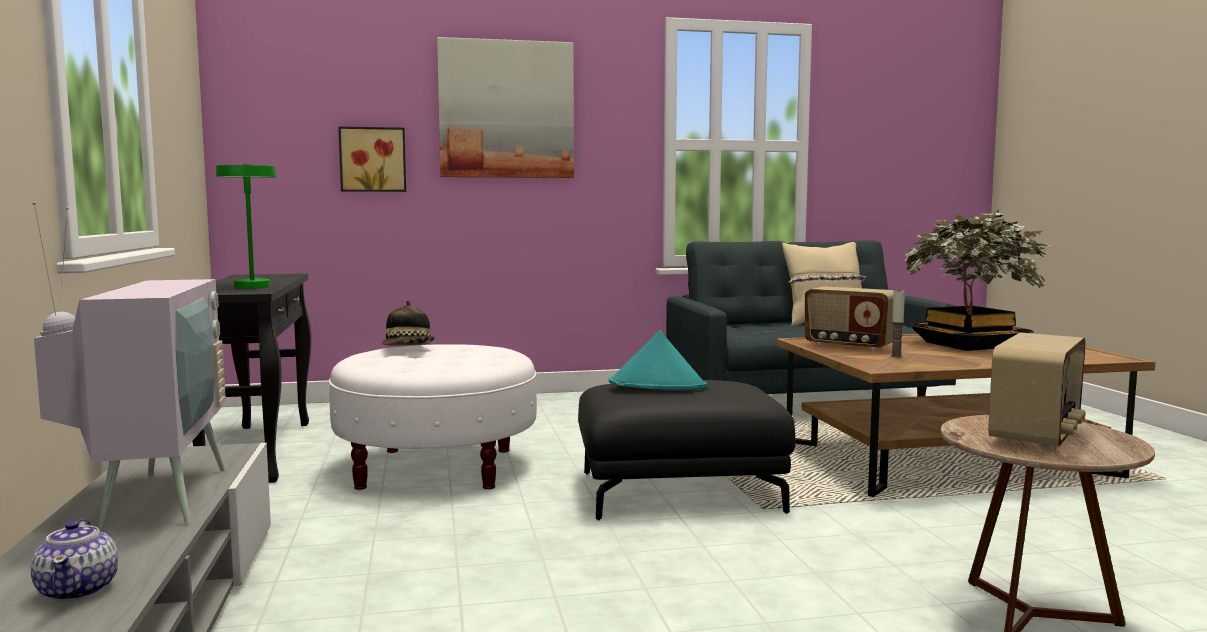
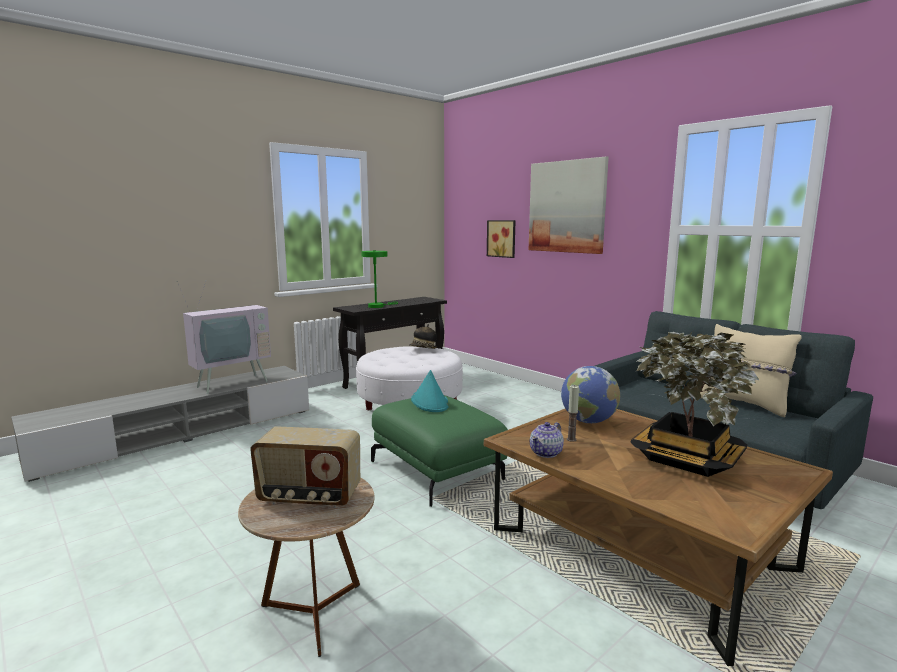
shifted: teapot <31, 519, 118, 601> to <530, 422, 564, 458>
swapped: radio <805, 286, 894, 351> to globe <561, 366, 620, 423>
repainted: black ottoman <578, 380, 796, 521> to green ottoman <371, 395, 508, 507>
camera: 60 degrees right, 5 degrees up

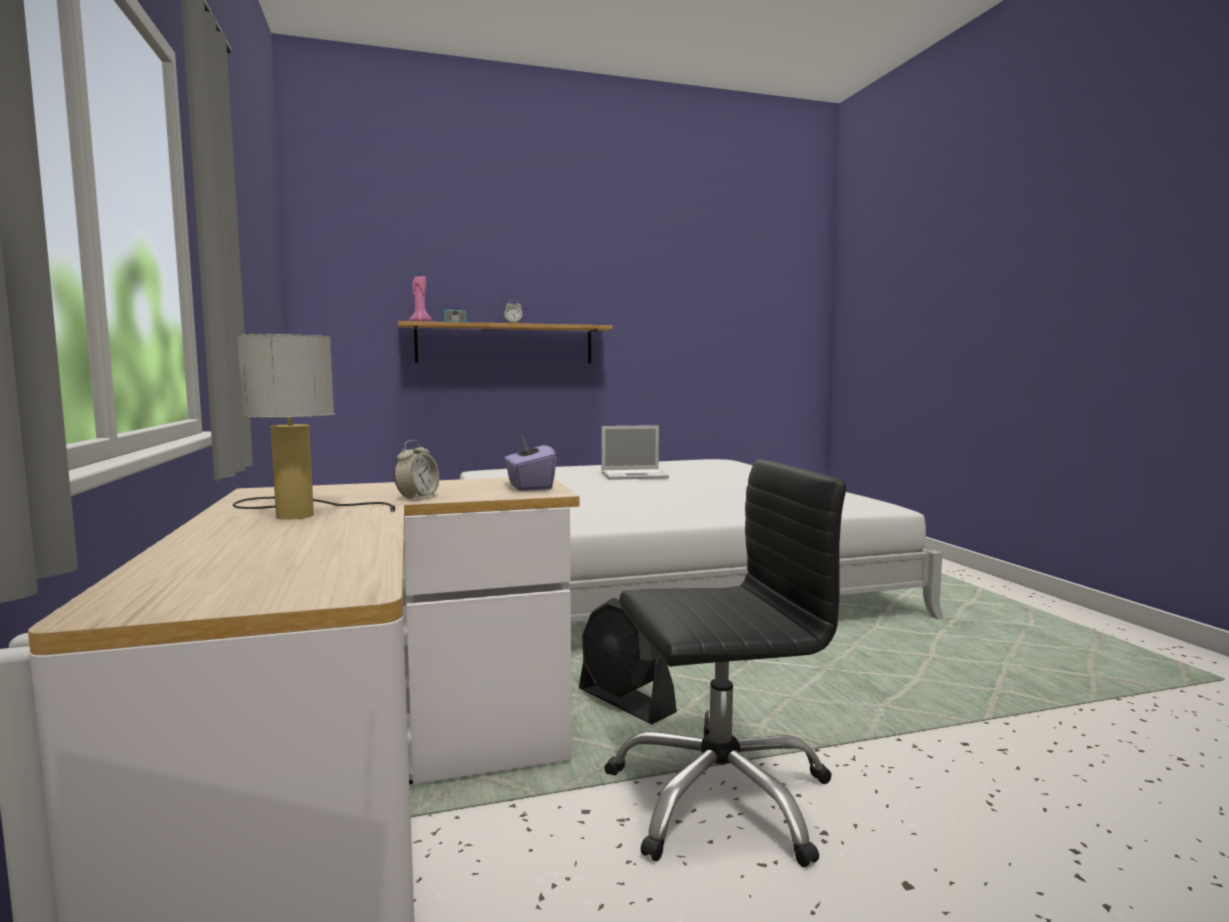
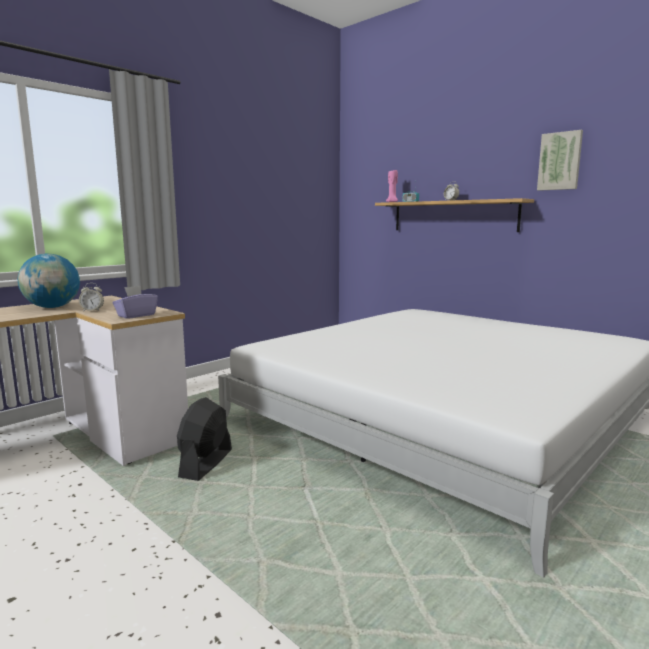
gone: laptop <601, 425, 669, 480>; black office chair <604, 459, 846, 867>
new: picture <537, 130, 583, 191>
swapped: table lamp <233, 334, 395, 520> to globe <18, 254, 80, 308>
camera: 60 degrees right, 5 degrees up

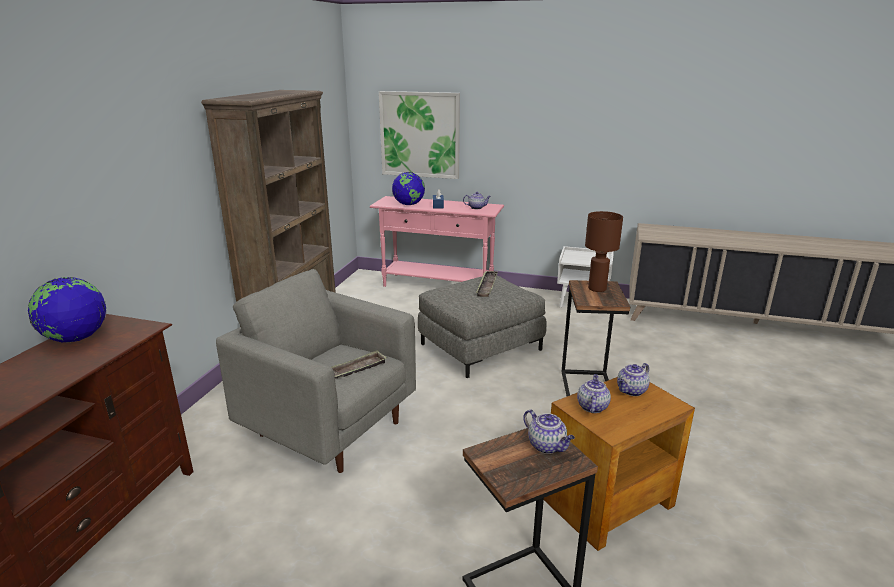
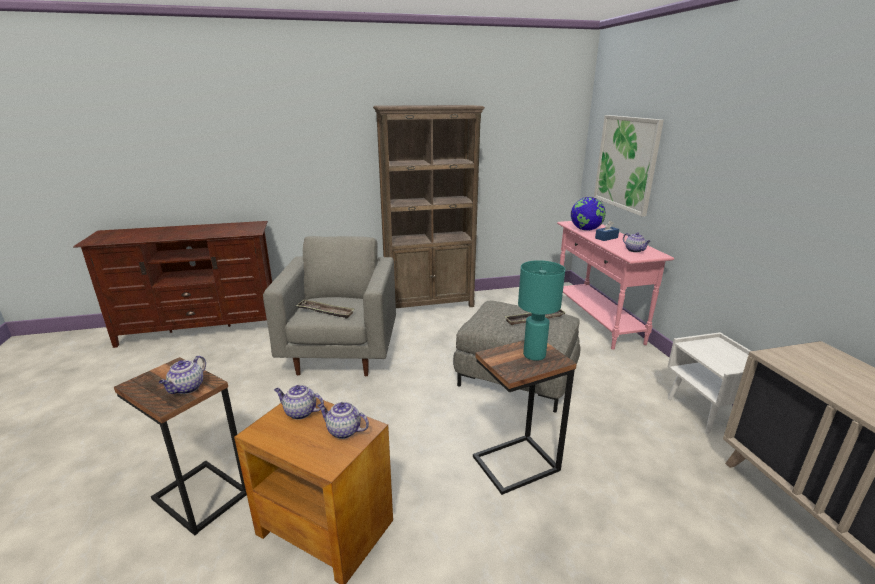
gone: globe <28, 277, 106, 342>
repainted: brown table lamp <585, 211, 623, 292> to turquoise table lamp <518, 260, 565, 361>
rotated: teapot <577, 374, 611, 413> = <274, 385, 324, 420> 150 degrees counterclockwise
camera: 60 degrees right, 0 degrees up

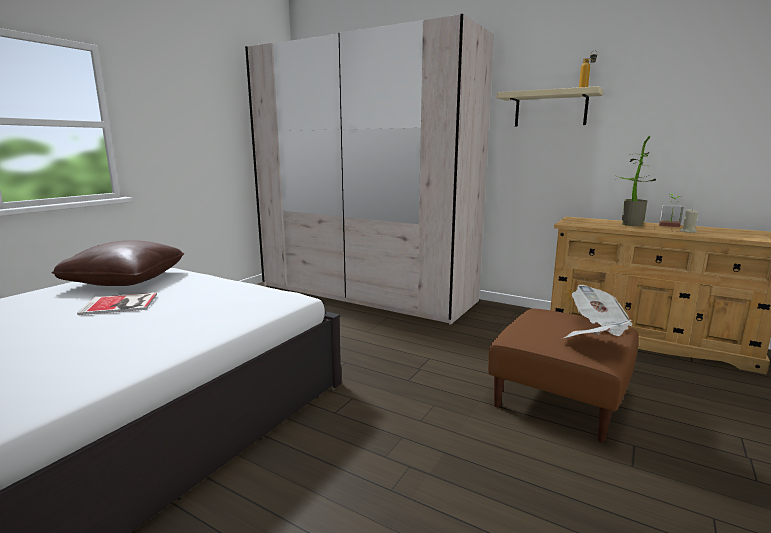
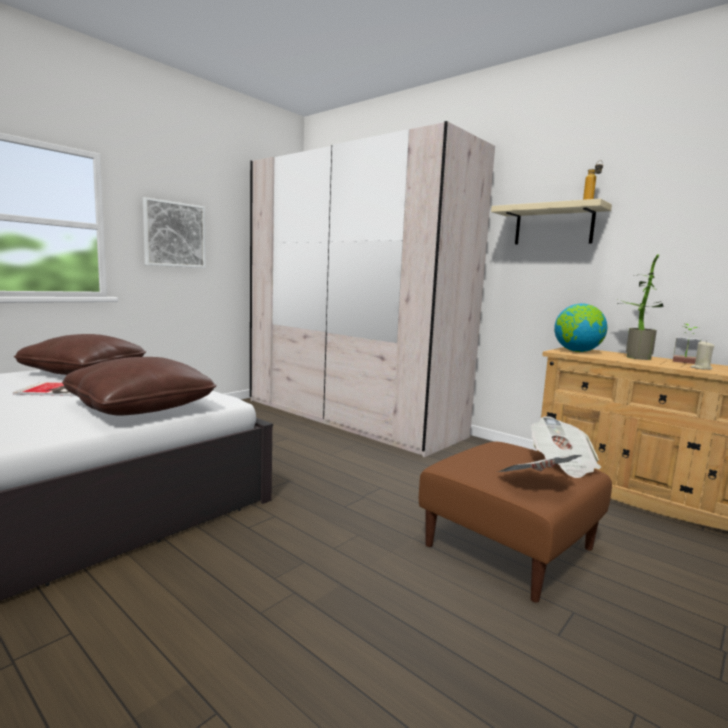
new: brown pillow <62, 357, 217, 415>; picture <143, 197, 206, 268>; globe <554, 304, 607, 352>
camera: 10 degrees right, 5 degrees down

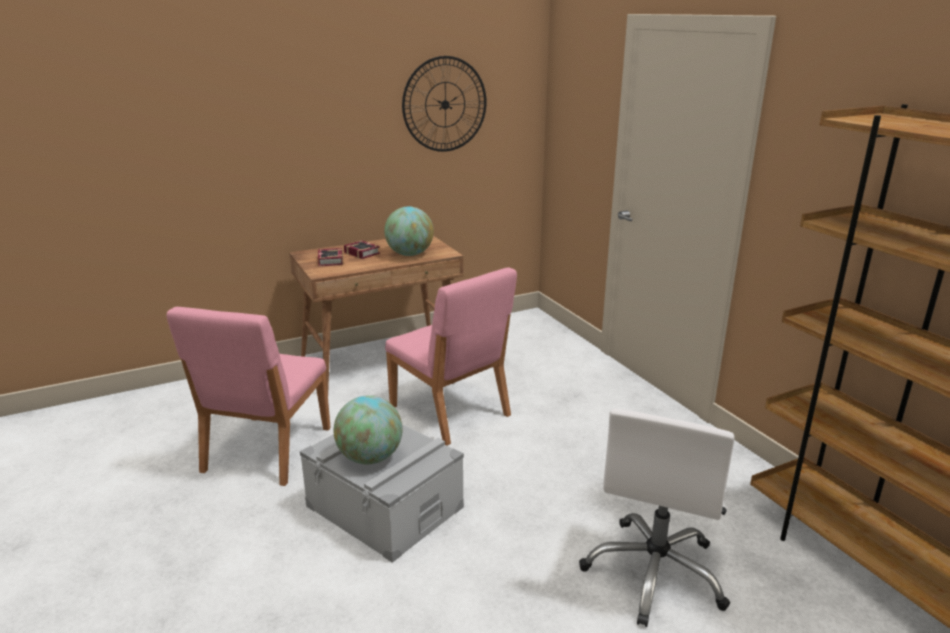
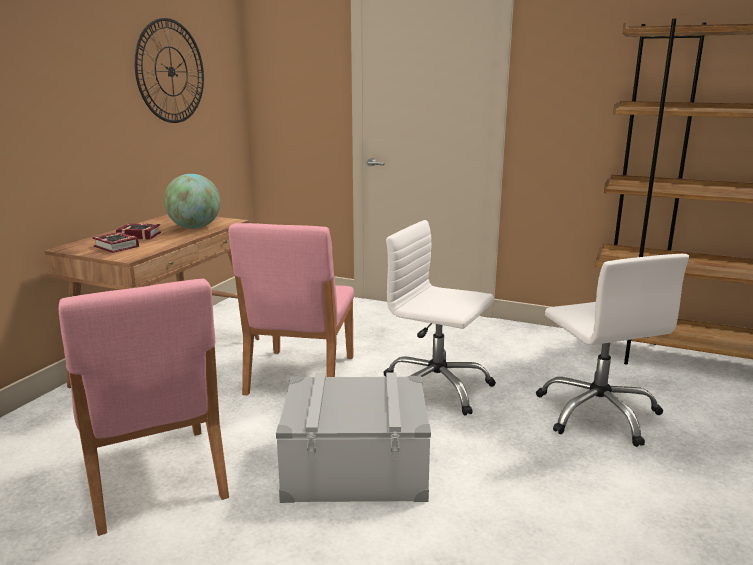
gone: globe <334, 395, 403, 464>
new: white office chair <383, 220, 496, 416>
rotated: pink chair <385, 267, 517, 446> = <228, 223, 354, 395> 90 degrees clockwise
camera: 40 degrees left, 5 degrees down

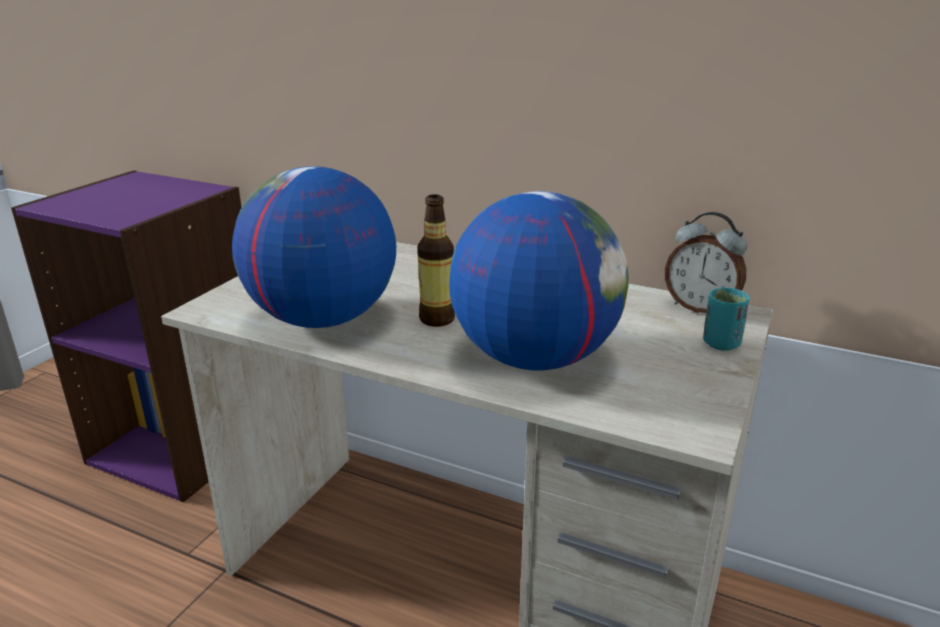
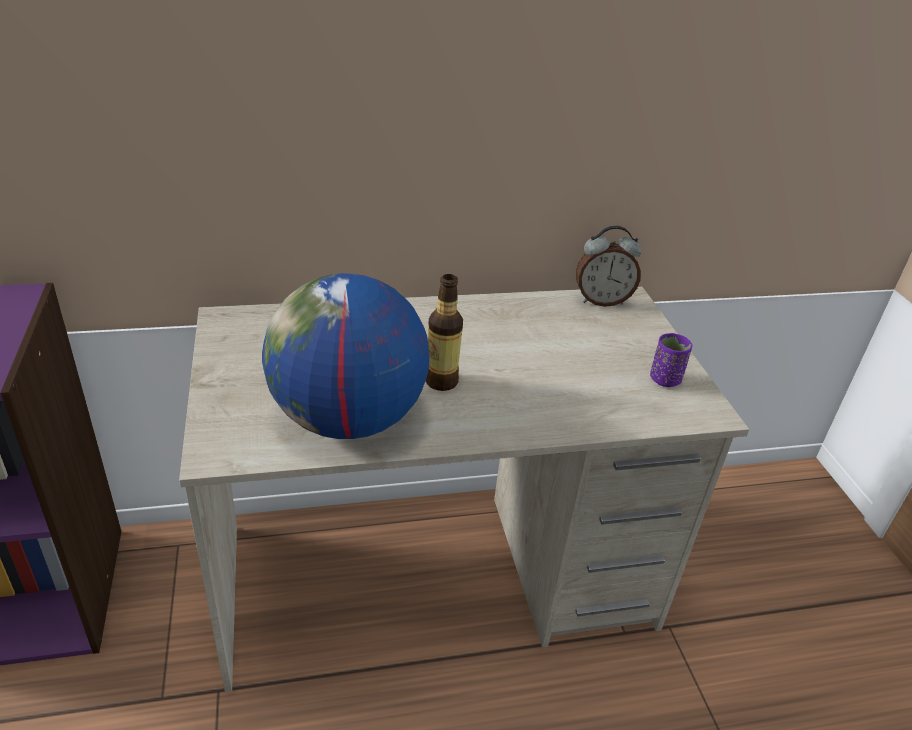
gone: globe <449, 191, 629, 370>; turquoise cup <703, 287, 750, 350>
new: purple cup <650, 333, 692, 387>
camera: 40 degrees left, 10 degrees up

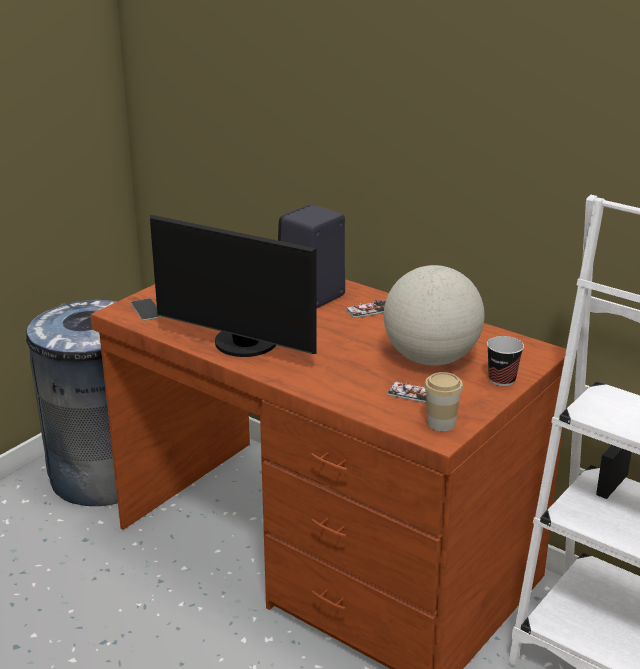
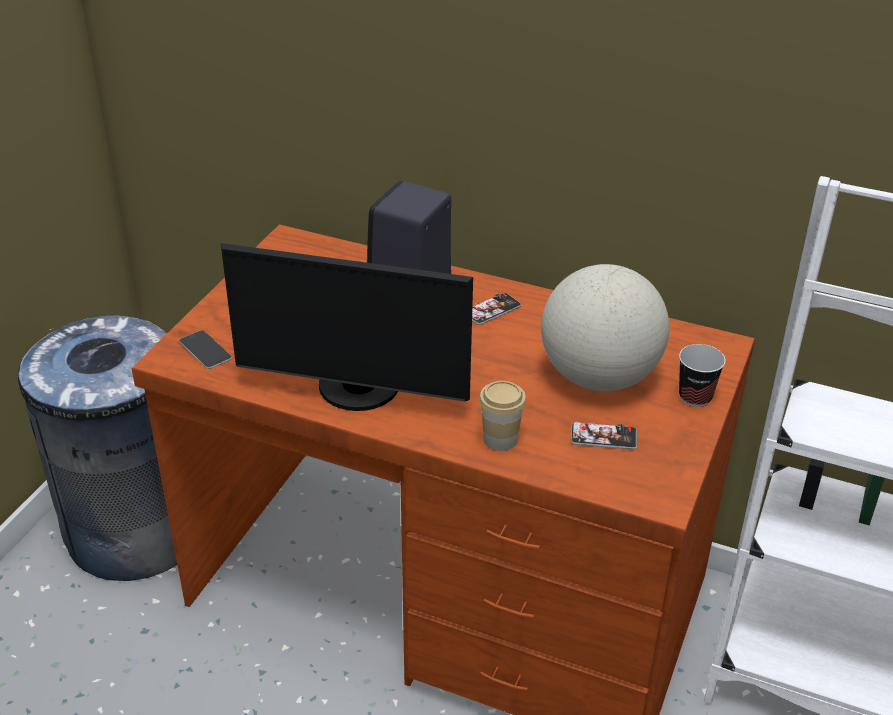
shifted: cup <424, 372, 463, 431> to <479, 381, 526, 451>
camera: 15 degrees left, 10 degrees up

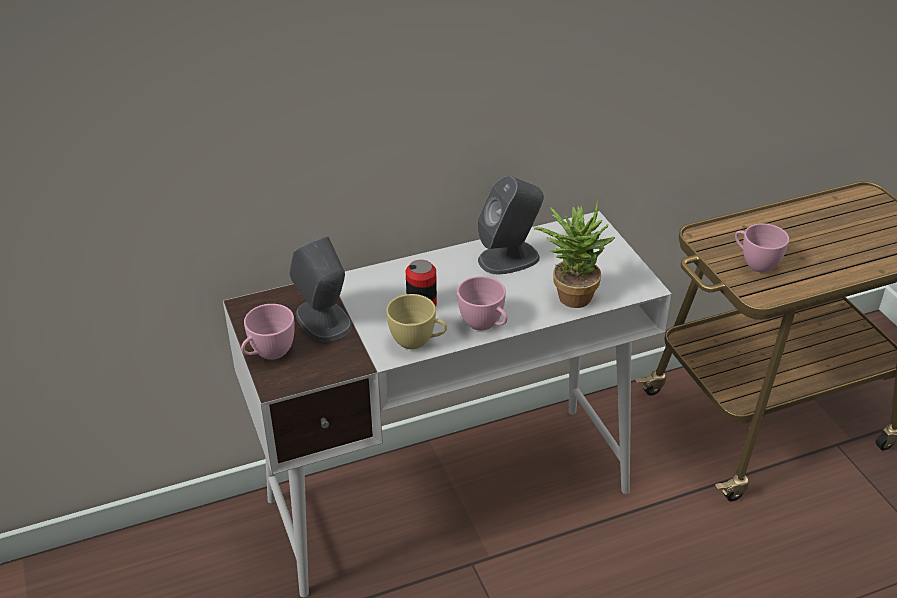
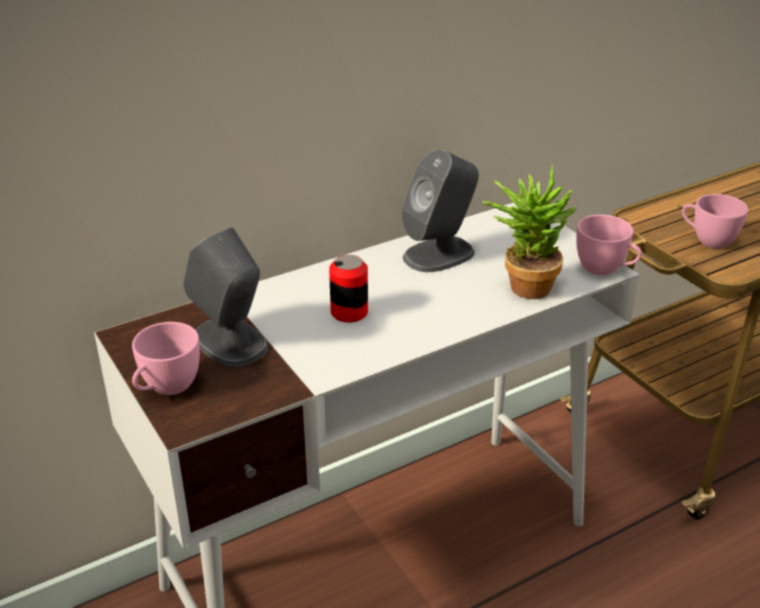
gone: yellow cup <386, 294, 447, 349>
shifted: pink cup <457, 276, 508, 330> to <576, 215, 642, 275>
camera: 10 degrees left, 5 degrees down

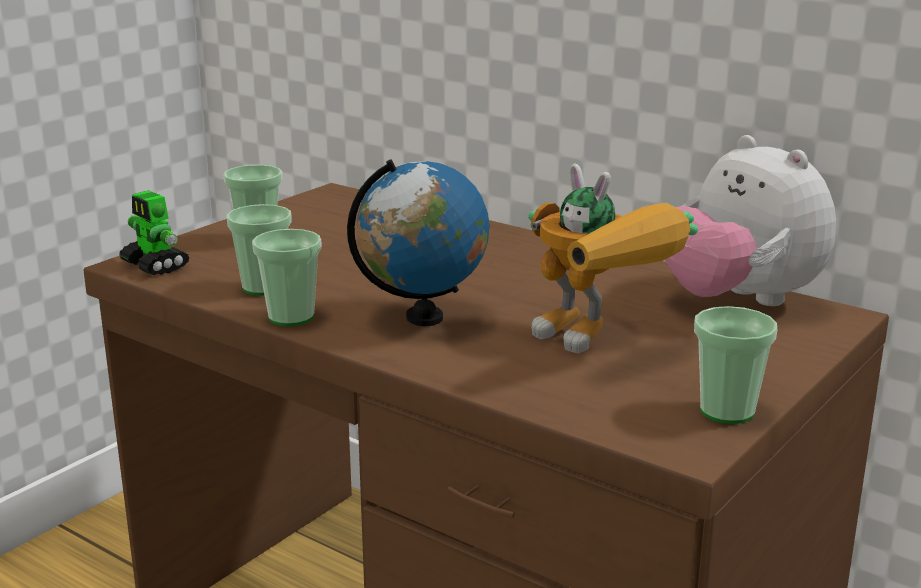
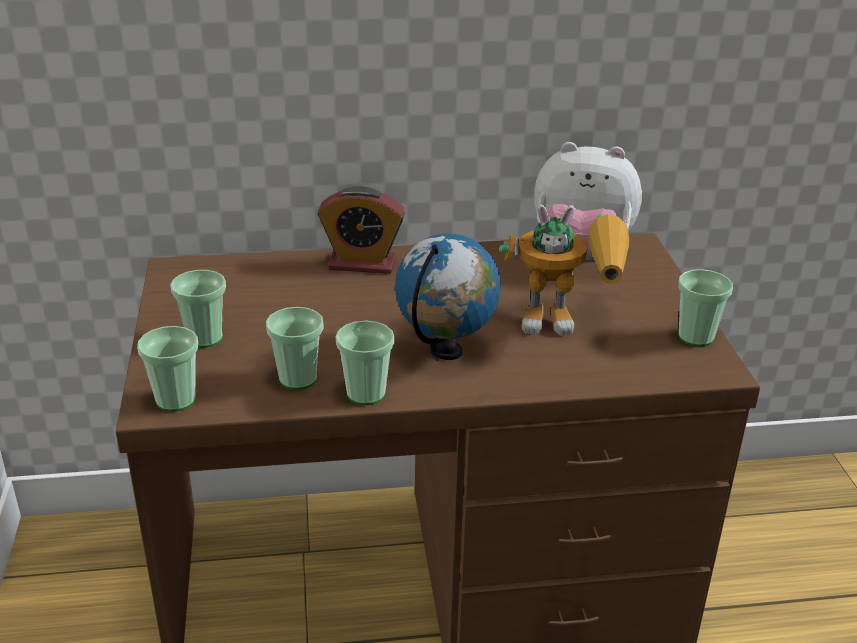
new: alarm clock <318, 186, 405, 274>
swapped: toy robot <119, 191, 190, 276> to cup <137, 326, 198, 412>
camera: 45 degrees left, 10 degrees up

